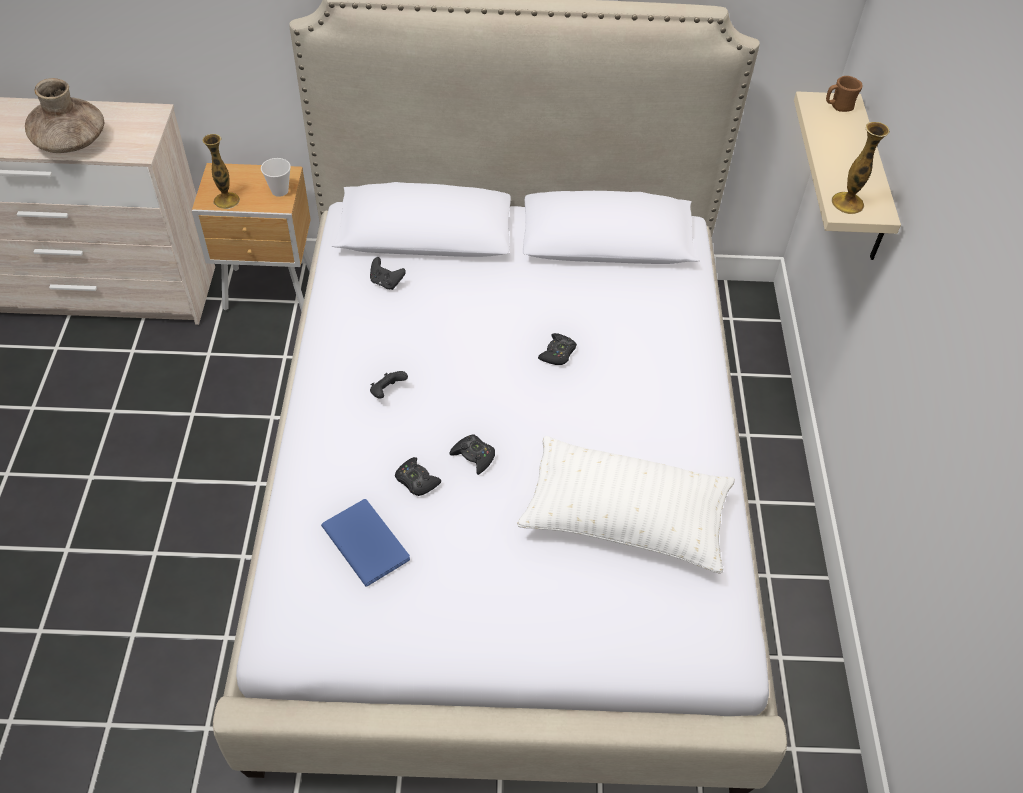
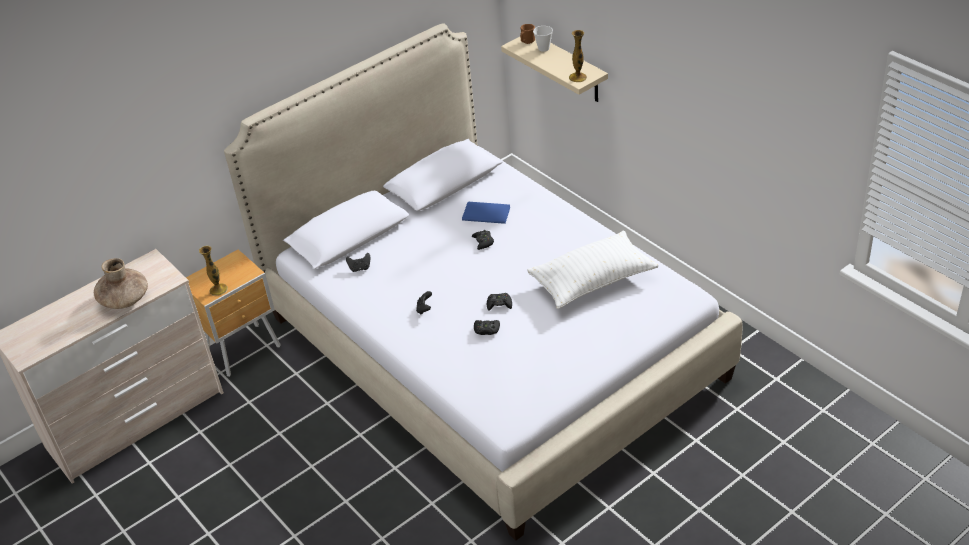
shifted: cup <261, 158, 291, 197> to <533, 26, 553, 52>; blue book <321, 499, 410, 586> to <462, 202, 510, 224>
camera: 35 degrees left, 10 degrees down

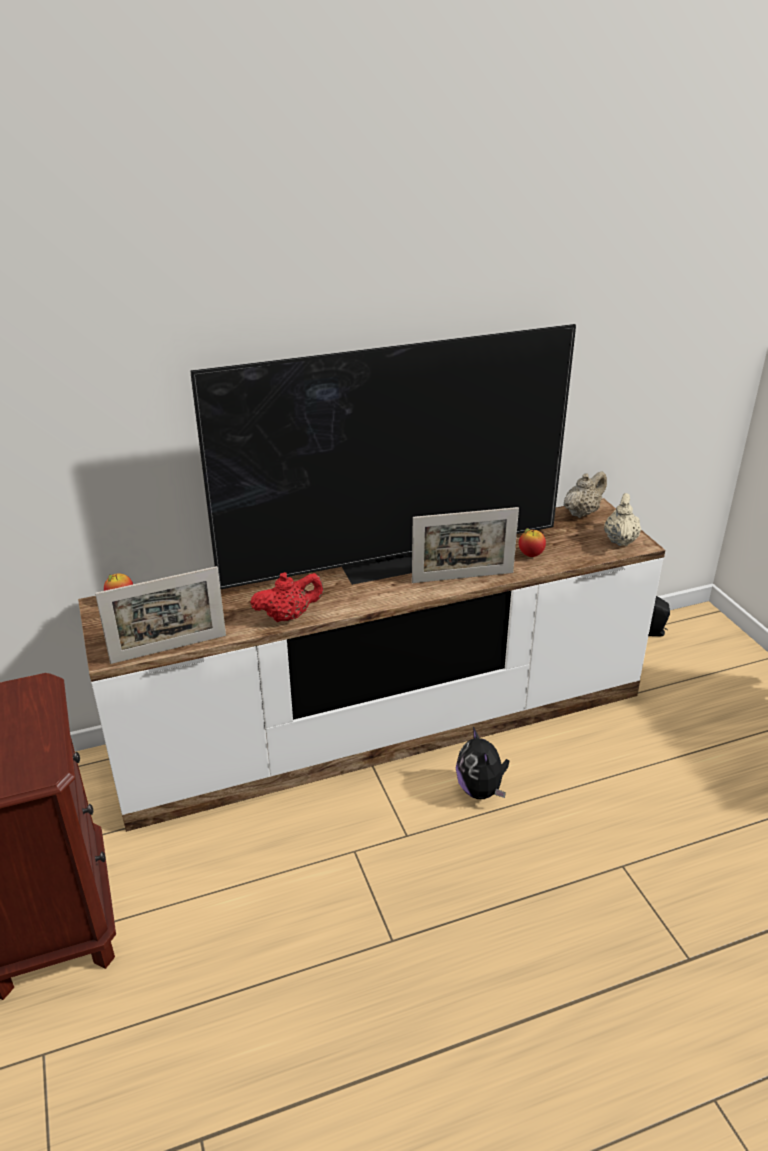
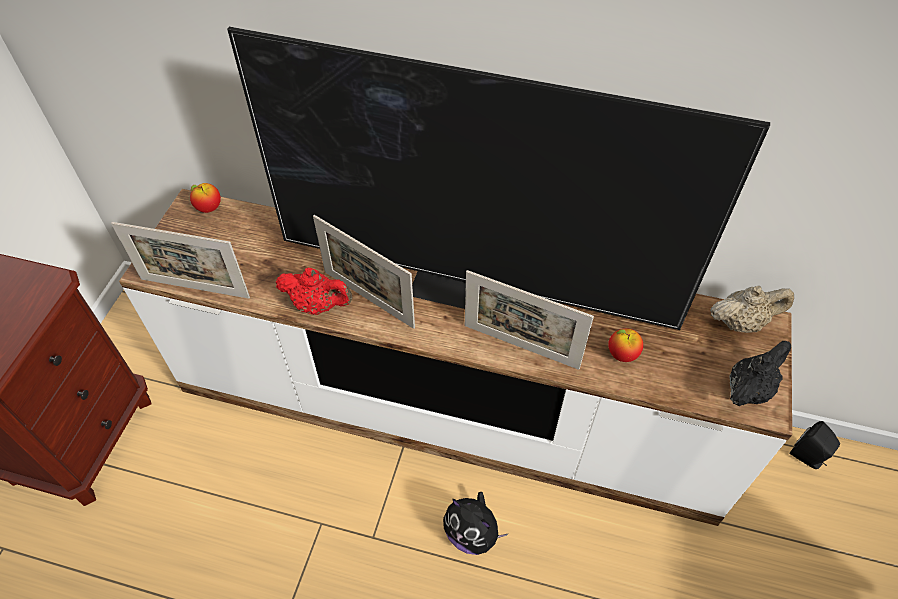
new: picture frame <313, 215, 415, 329>
repainted: beige teapot <604, 493, 641, 546> to black teapot <729, 341, 791, 406>
rotated: plush toy <456, 727, 509, 799> = <443, 492, 508, 555> 75 degrees counterclockwise
camera: 35 degrees right, 20 degrees up

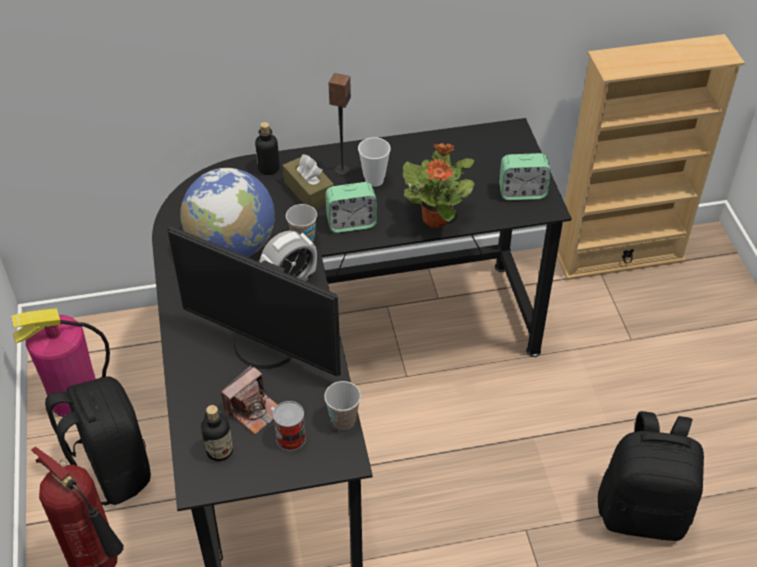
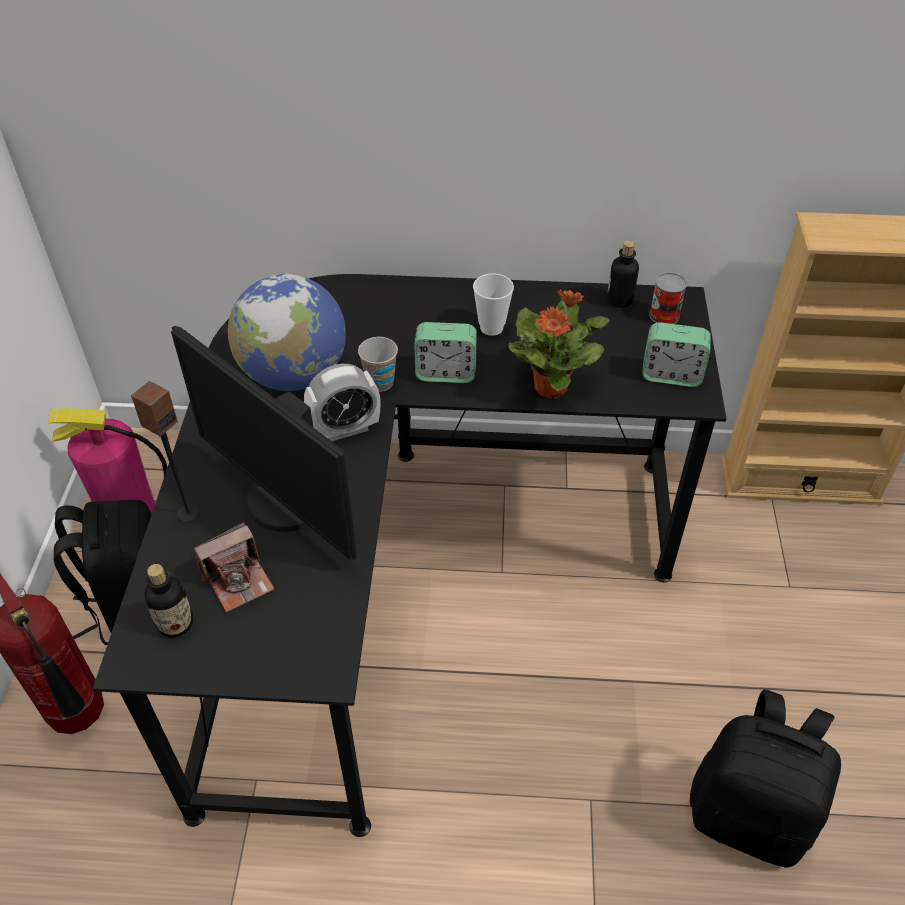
gone: brown tissue box <283, 154, 334, 210>; cup <324, 381, 361, 430>
shifted: bottle <255, 122, 280, 175> to <607, 240, 639, 308>; can <273, 401, 306, 451> to <649, 273, 687, 324>; speaker <328, 73, 351, 175> to <131, 381, 200, 523>
camera: 15 degrees right, 0 degrees up

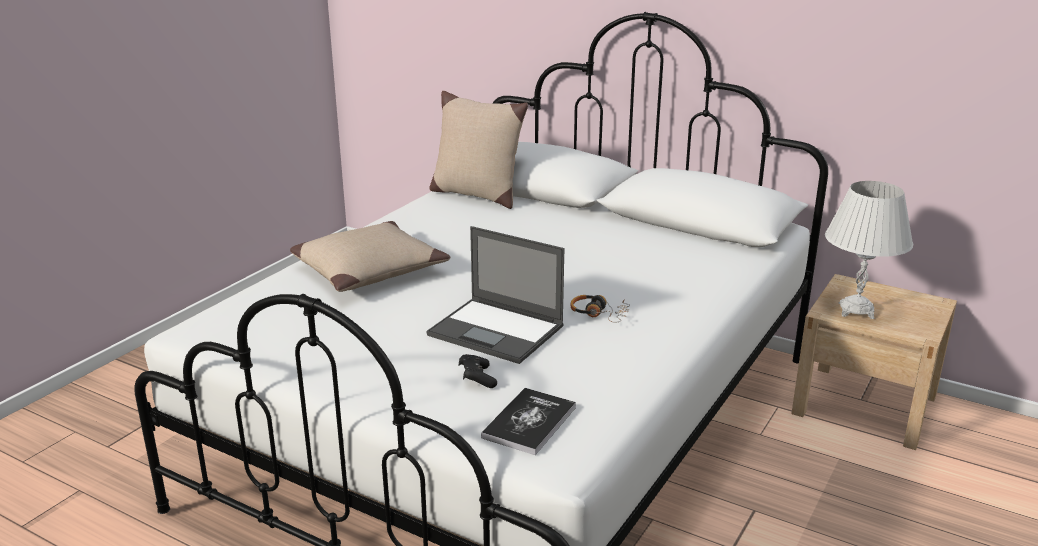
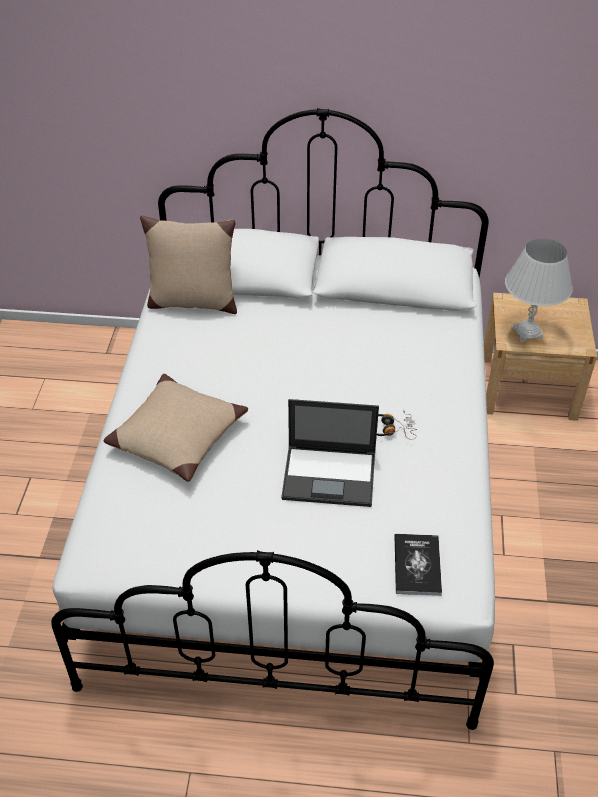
gone: black game controller <458, 354, 497, 388>
camera: 25 degrees left, 20 degrees up

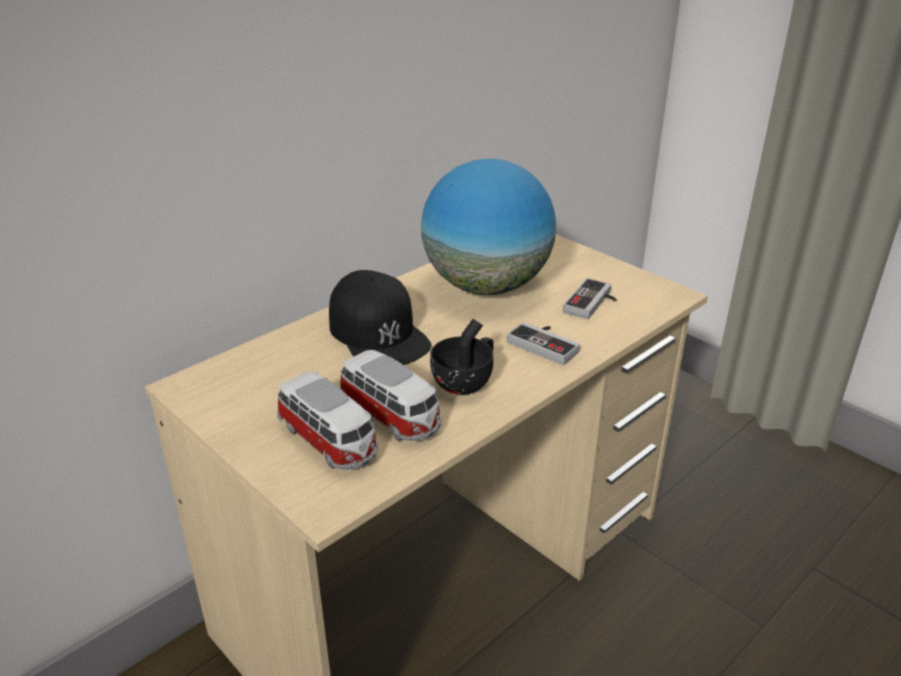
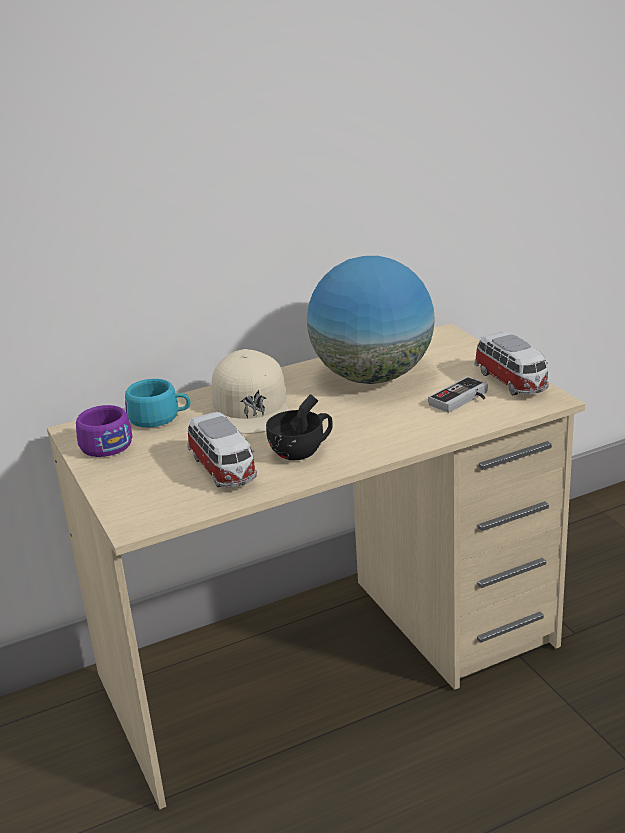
gone: game controller <507, 322, 580, 365>
new: purple cup <76, 405, 132, 457>; turquoise cup <125, 379, 191, 427>
shifted: toy car <277, 372, 378, 470> to <474, 332, 549, 395>
repainted: black cap <329, 270, 431, 365> to beige cap <211, 349, 290, 434>
camera: 20 degrees right, 5 degrees down

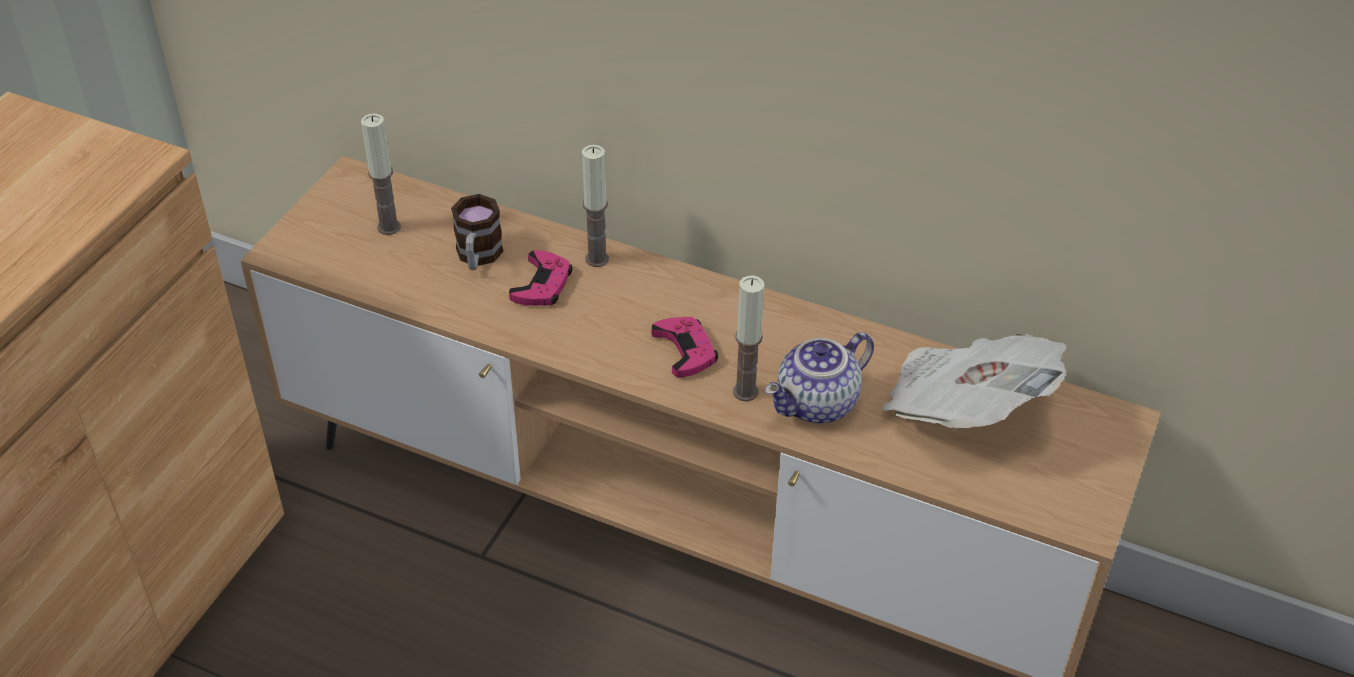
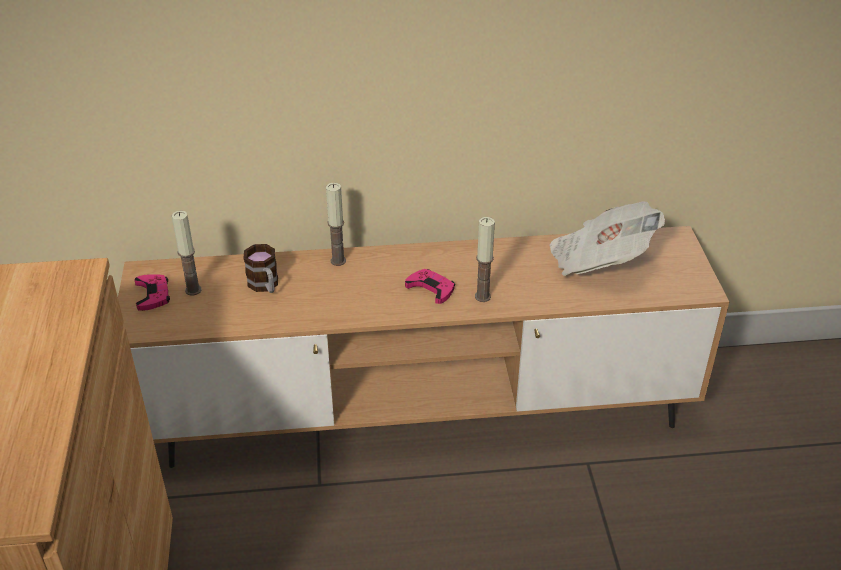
gone: teapot <765, 332, 874, 423>
shifted: pink game controller <509, 250, 573, 306> to <135, 274, 170, 311>
camera: 30 degrees left, 5 degrees down

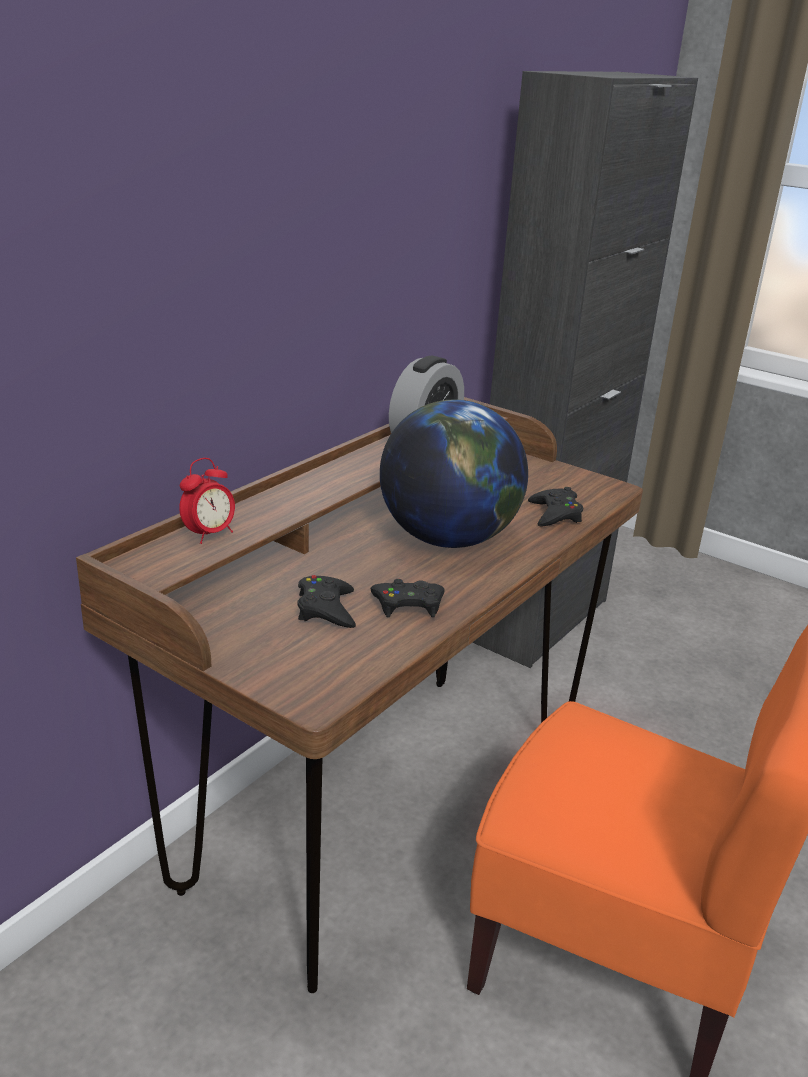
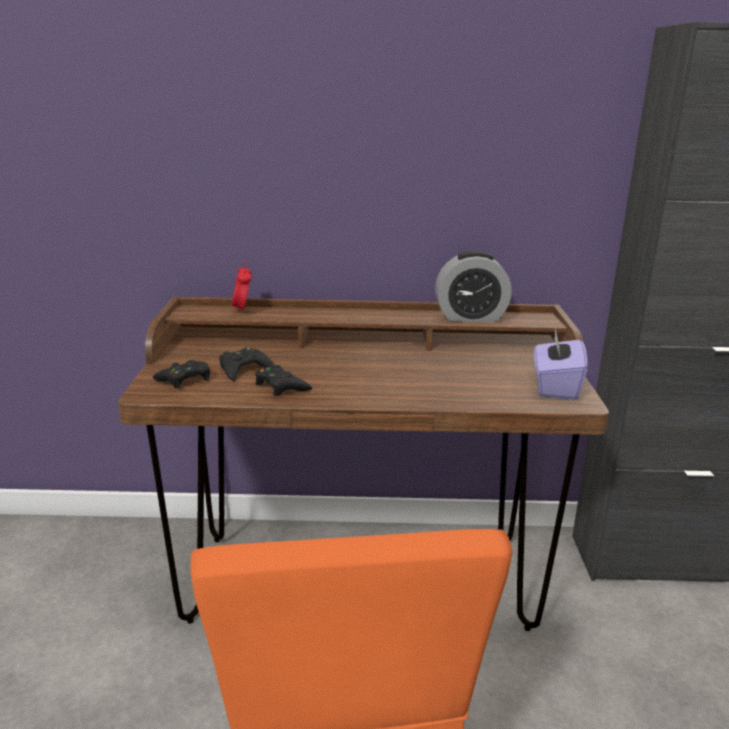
gone: globe <380, 400, 528, 548>
new: purple tissue box <534, 327, 588, 400>
shifted: black game controller <528, 487, 583, 527> to <153, 360, 210, 389>
rotated: alarm clock <179, 458, 235, 544> = <231, 261, 252, 314> 75 degrees clockwise
camera: 55 degrees right, 5 degrees down

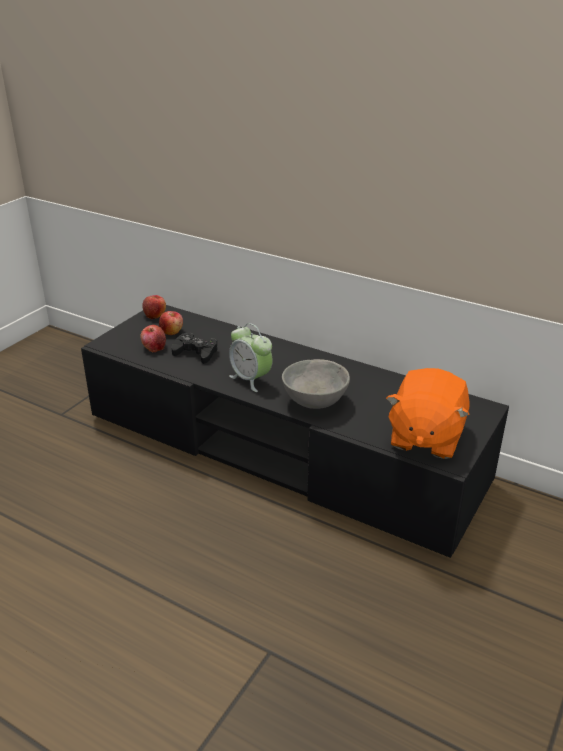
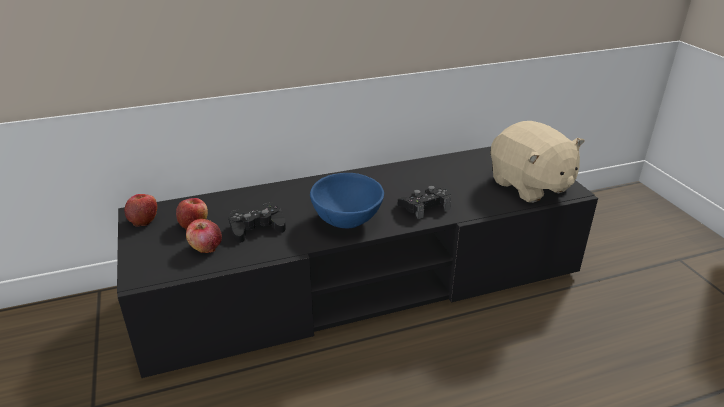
swapped: alarm clock <229, 323, 273, 392> to blue bowl <310, 173, 384, 229>; grey bowl <282, 359, 350, 409> to black game controller <398, 186, 451, 219>
repainted: orange plush toy <386, 368, 470, 459> to beige plush toy <490, 121, 585, 203>
camera: 50 degrees left, 0 degrees up

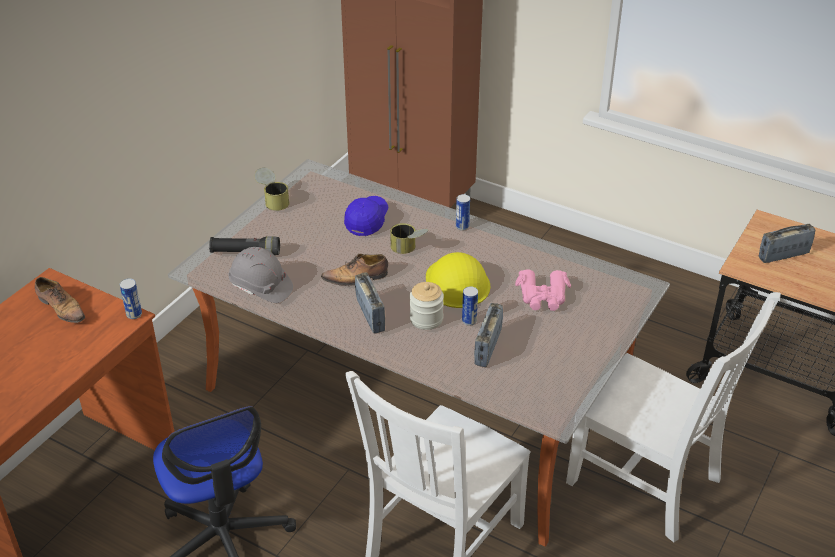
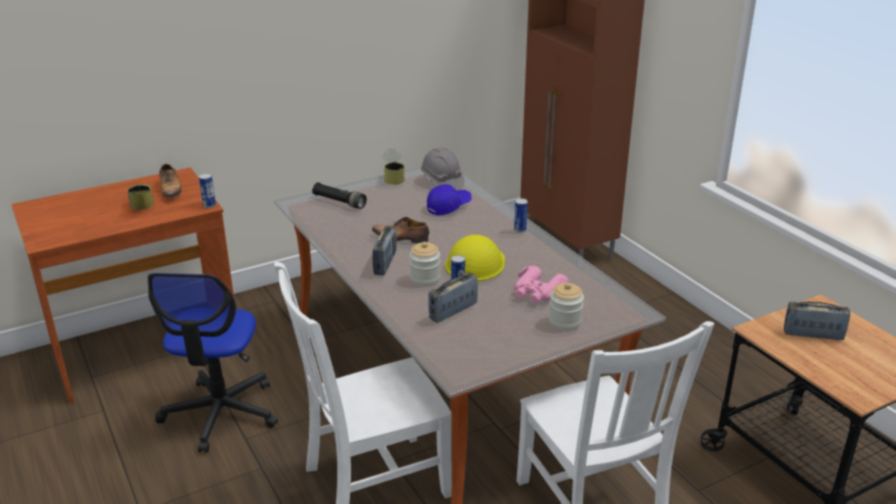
new: jar <549, 283, 584, 330>
shifted: grey hard hat <228, 247, 293, 303> to <421, 148, 465, 190>; can <390, 223, 429, 254> to <127, 184, 154, 210>
camera: 30 degrees right, 10 degrees down

